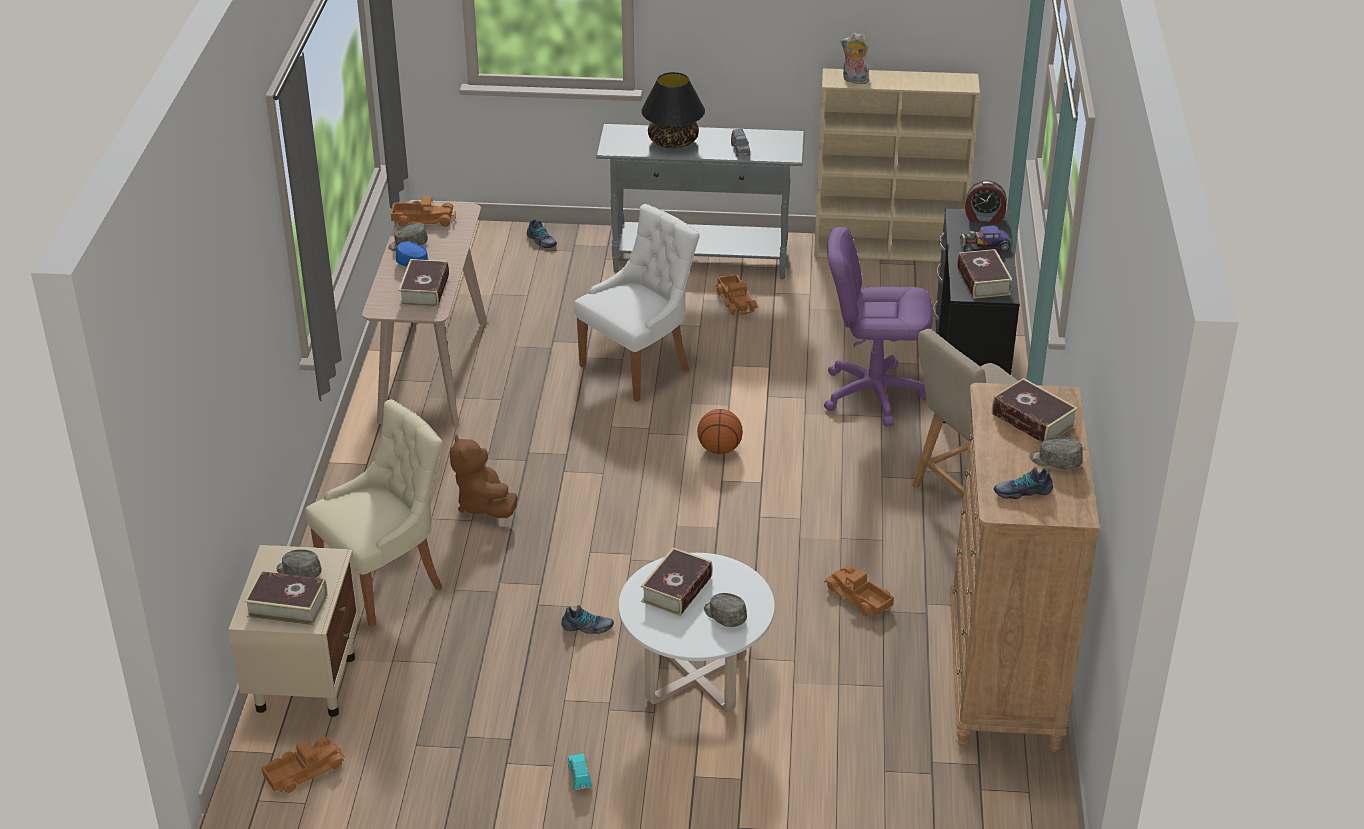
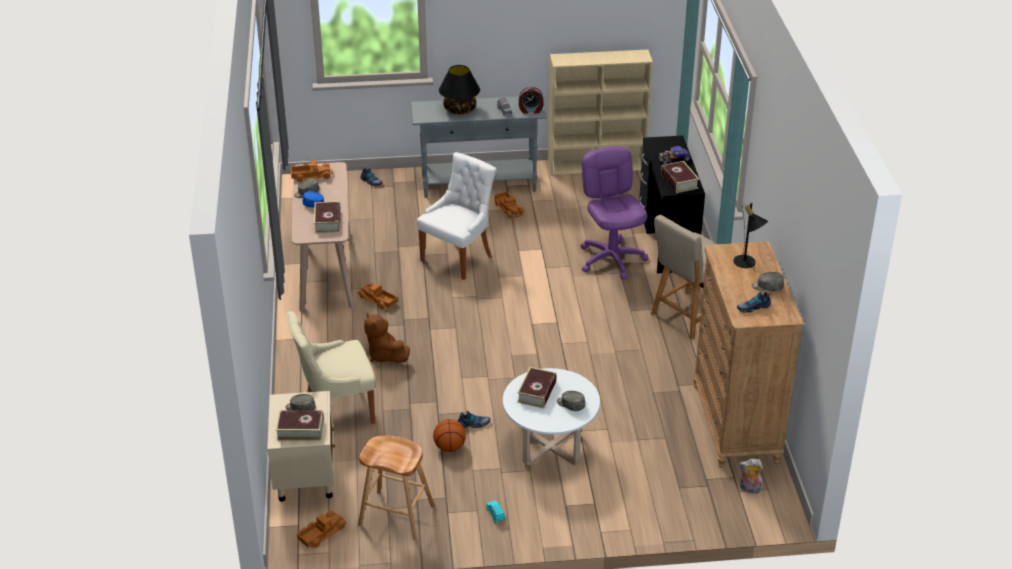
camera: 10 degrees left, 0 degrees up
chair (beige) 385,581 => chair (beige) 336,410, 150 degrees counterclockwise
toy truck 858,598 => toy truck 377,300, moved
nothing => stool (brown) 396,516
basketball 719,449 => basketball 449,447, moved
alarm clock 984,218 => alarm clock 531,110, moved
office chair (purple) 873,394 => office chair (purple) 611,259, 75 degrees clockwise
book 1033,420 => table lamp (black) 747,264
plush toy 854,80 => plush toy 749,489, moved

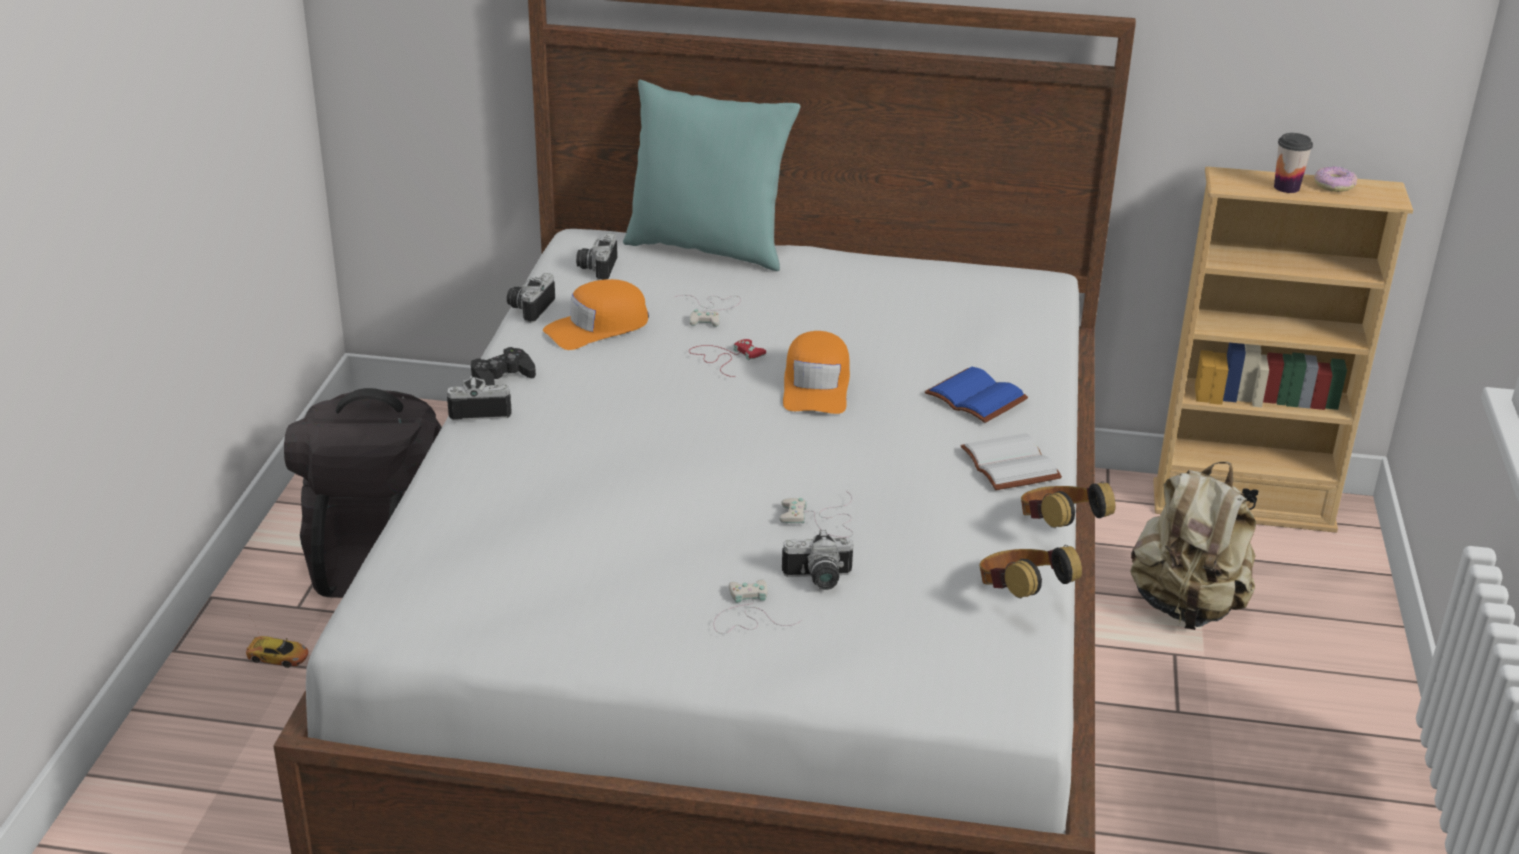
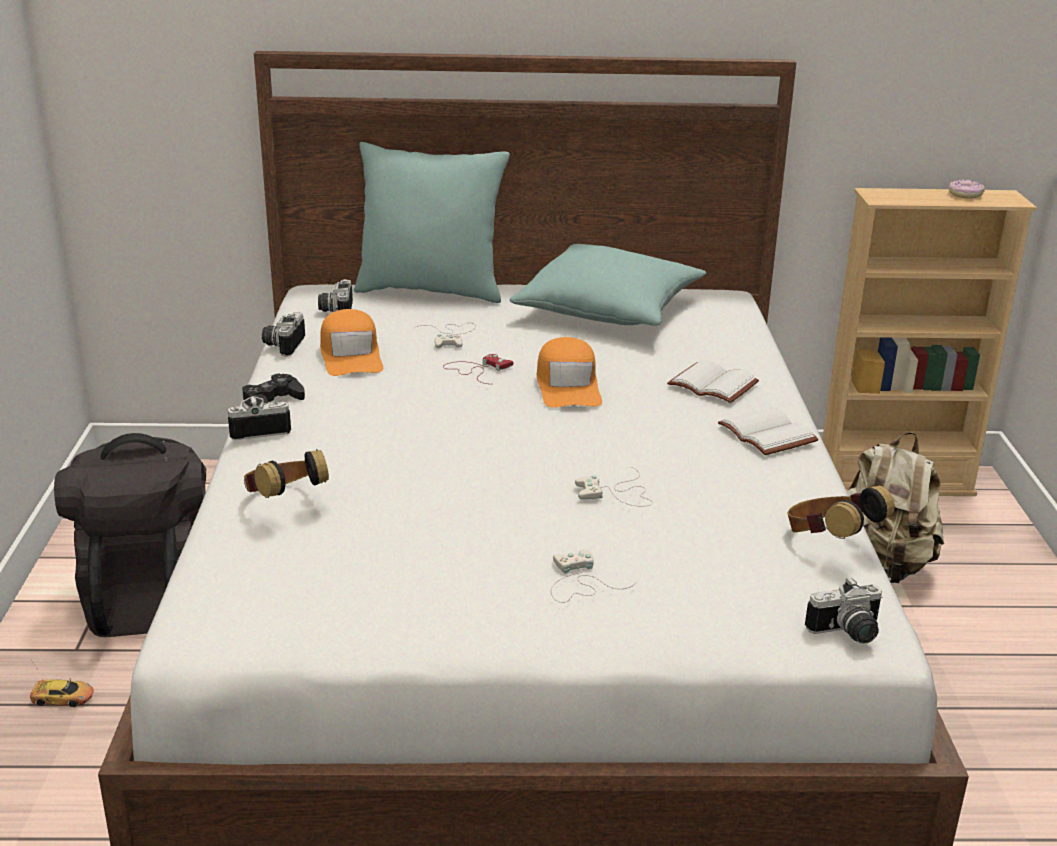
camera: 10 degrees left, 5 degrees down
headphones 1059,529 => headphones 285,503, moved
cap (orange) 597,327 => cap (orange) 351,355, 60 degrees counterclockwise
nothing => pillow (turquoise) 609,310
book (blue) 973,398 => book (white) 710,385
photo camera 818,580 => photo camera 848,633, moved
cup 1286,187 => nothing

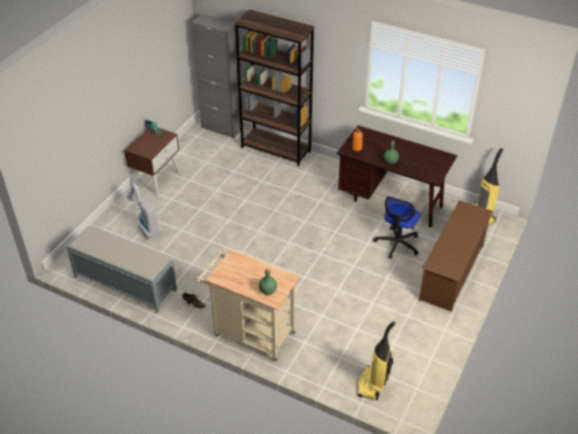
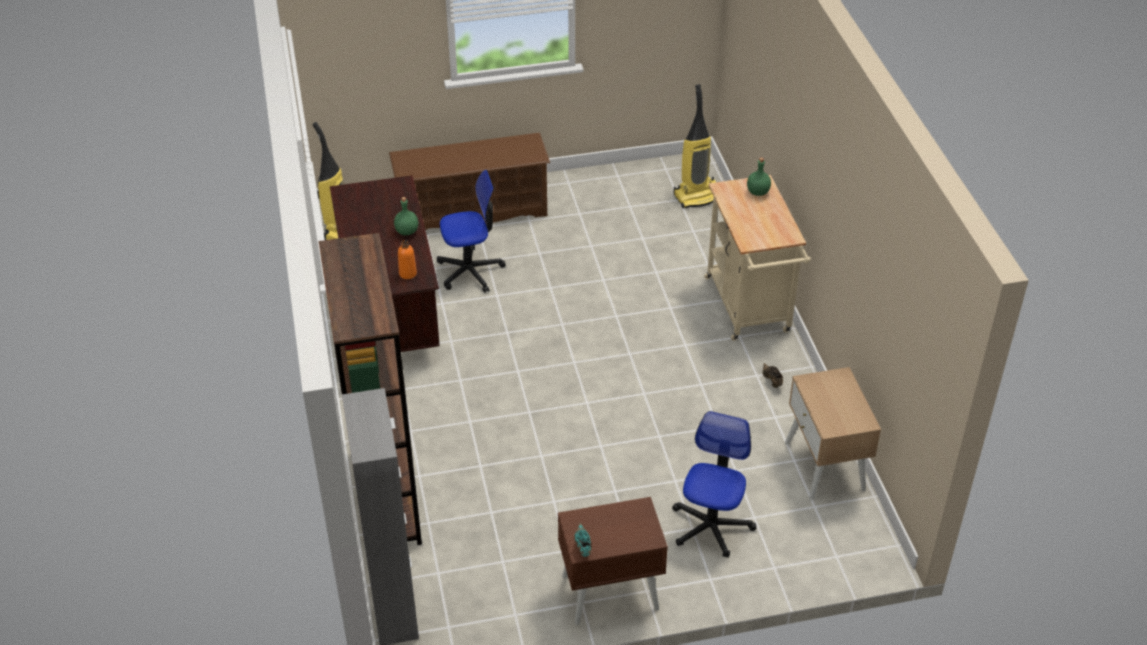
camera: 130 degrees left, 0 degrees up
vacuum cleaner 146,225 => office chair 711,526
bench (grey) 124,283 => nightstand (beige) 825,466

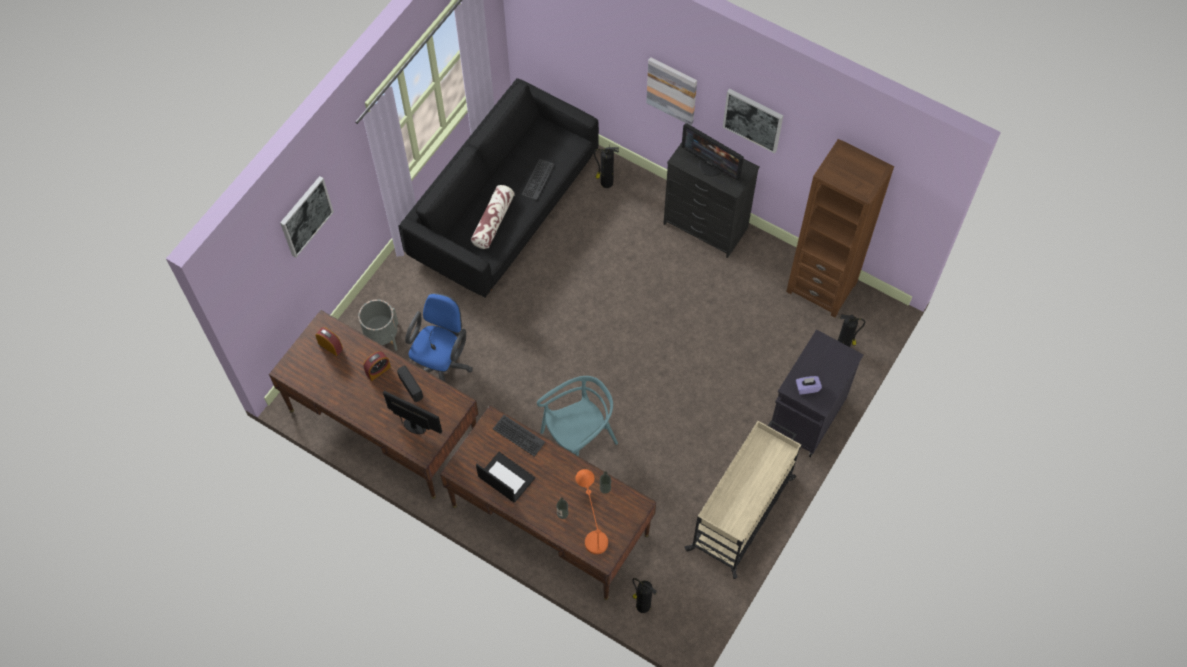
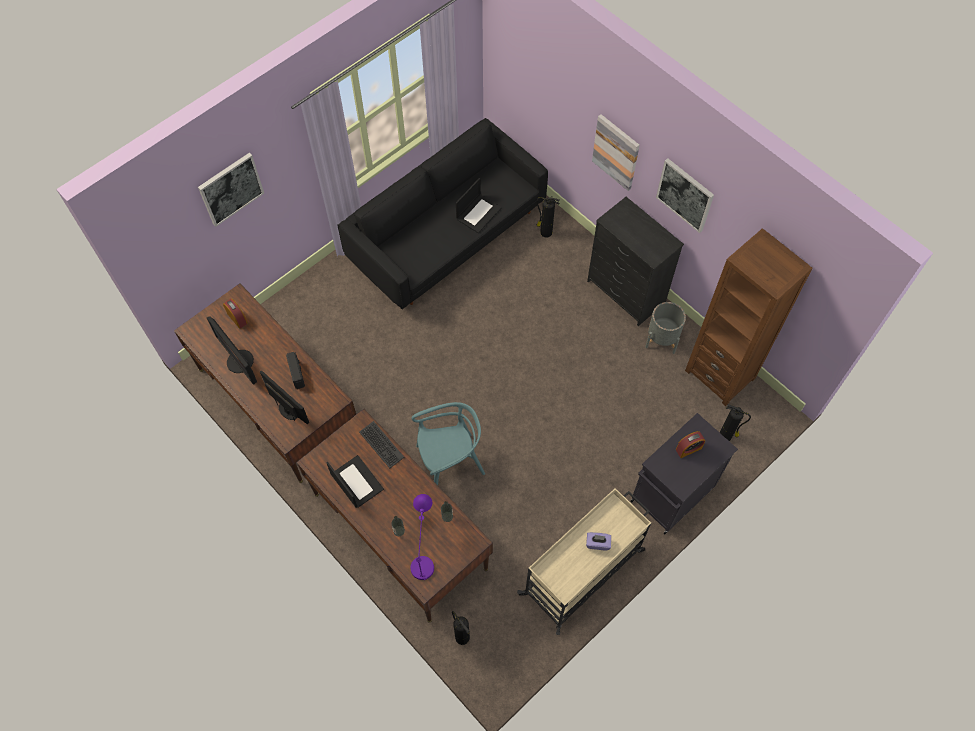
camera: 15 degrees right, 0 degrees up
monitor 711,165 => monitor 239,362, moved
table lamp (orange) 591,523 => table lamp (purple) 423,547
keyboard 537,179 => laptop 478,213
tissue box (purple) 807,388 => tissue box (purple) 597,543, moved
planter (grey) 382,336 => planter (grey) 662,338, moved
alarm clock 378,370 => alarm clock 688,449, moved
office chair (blue) 442,365 => nothing
pillow 493,221 => nothing

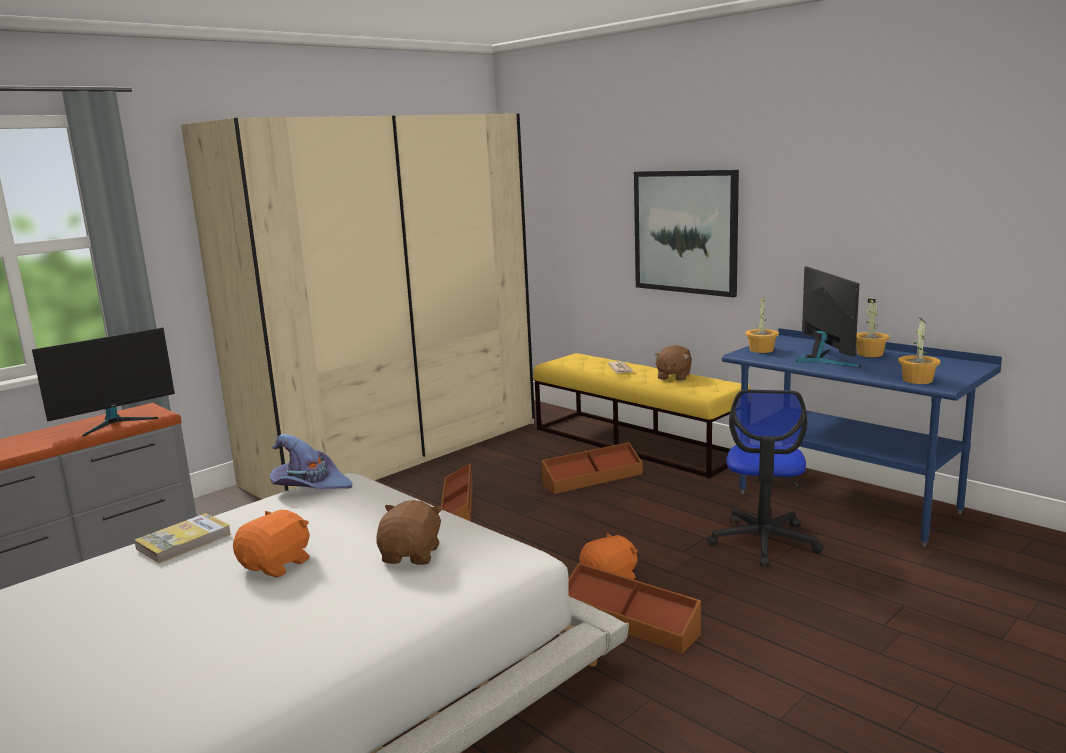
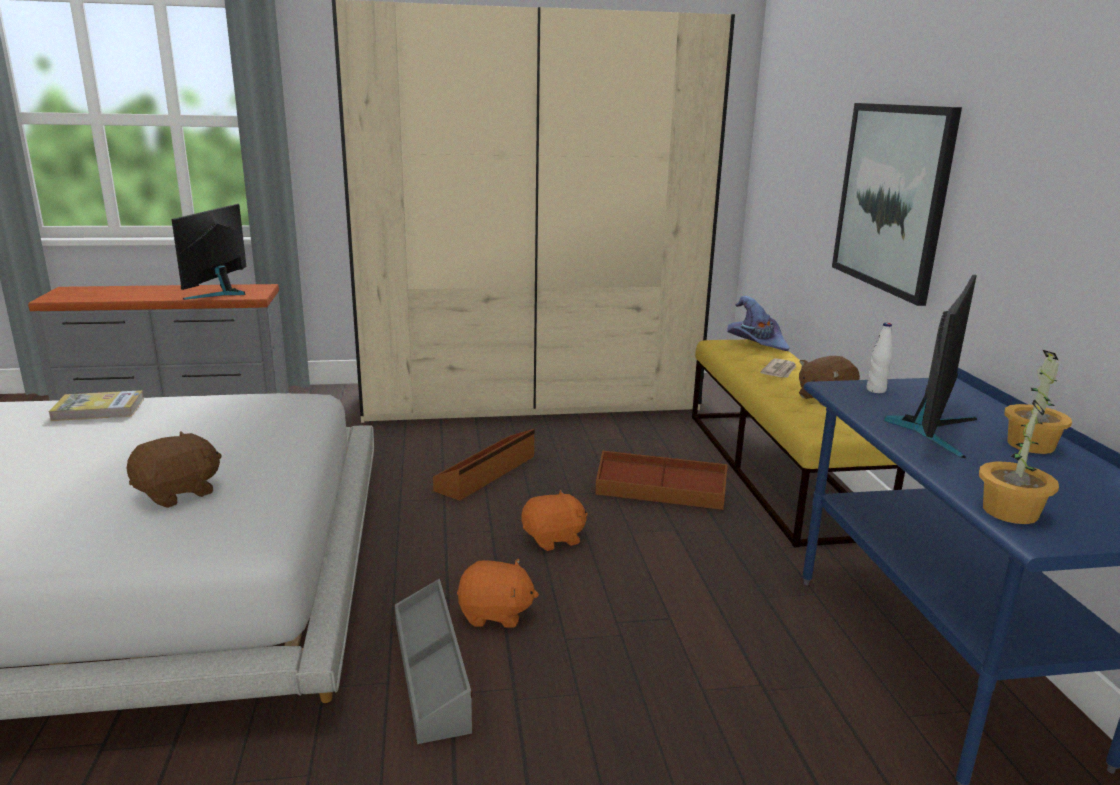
camera: 35 degrees right, 5 degrees up
monitor 116,422 => monitor 220,293, 105 degrees clockwise
storage box (brown) 628,621 => storage box (grey) 433,672
plush toy (orange) 277,565 => plush toy (orange) 554,539, moved
hat (purple) 310,485 => hat (purple) 756,342, moved
potted plant 762,350 => bottle (white) 876,390
office chair 763,542 => nothing

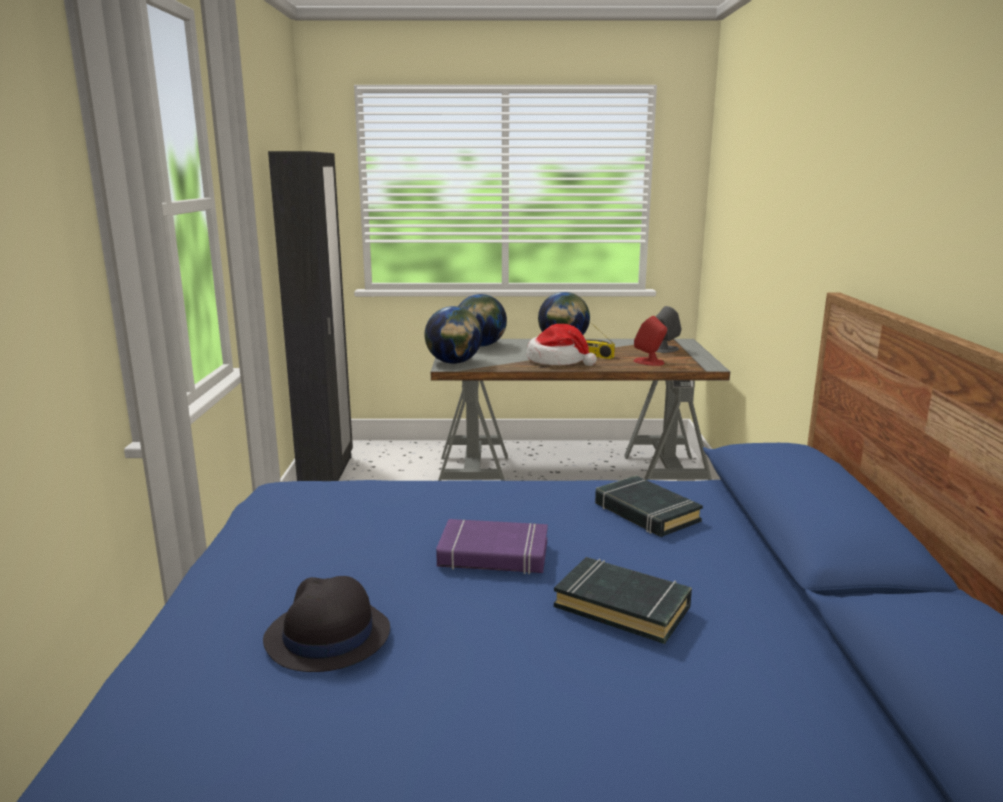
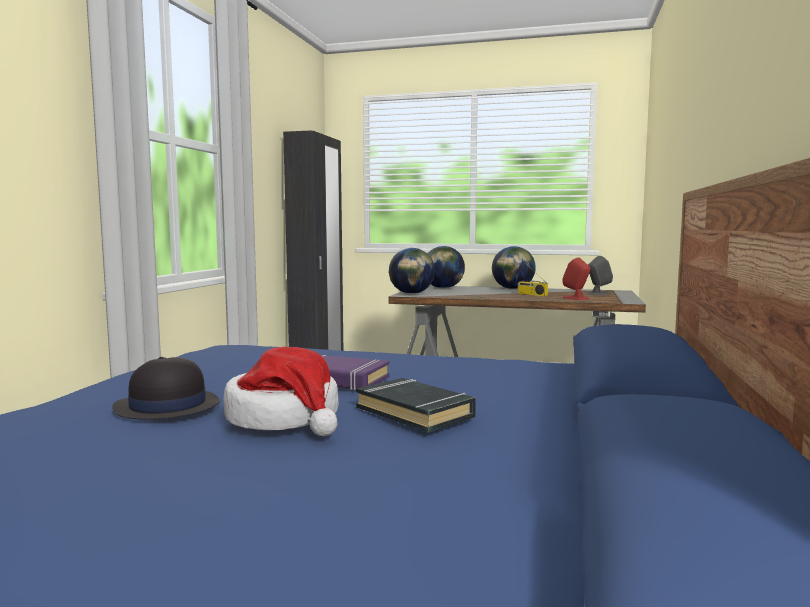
camera: 15 degrees right, 10 degrees down
hat 558,361 => hat 285,418, moved
book (black) 645,513 => nothing

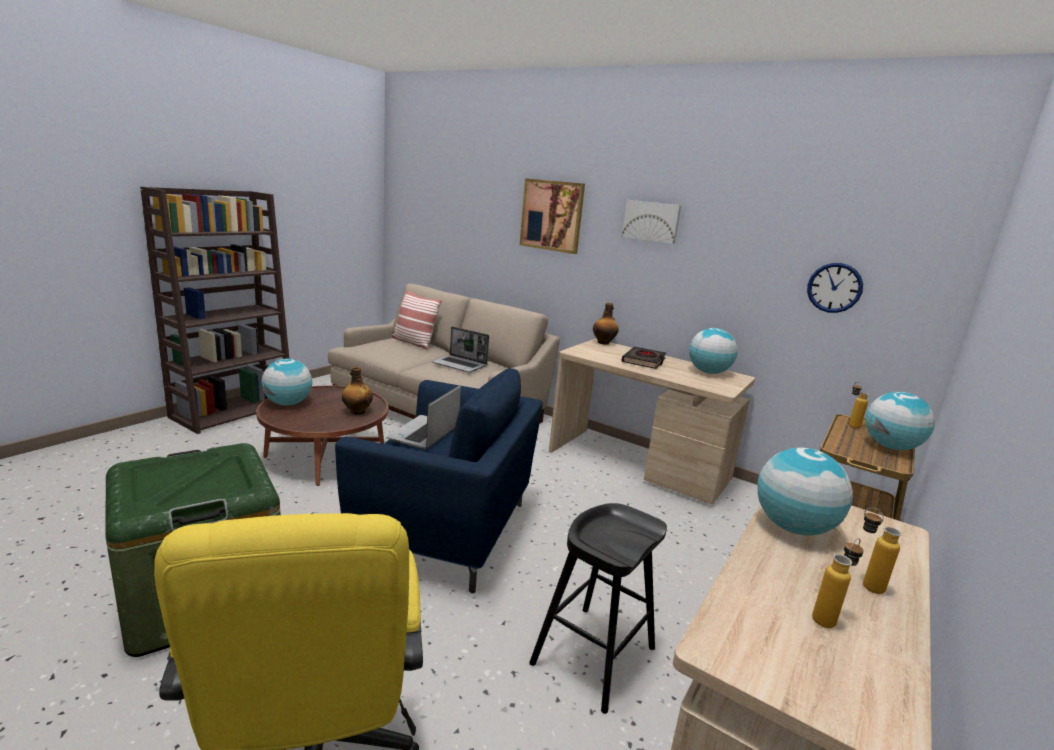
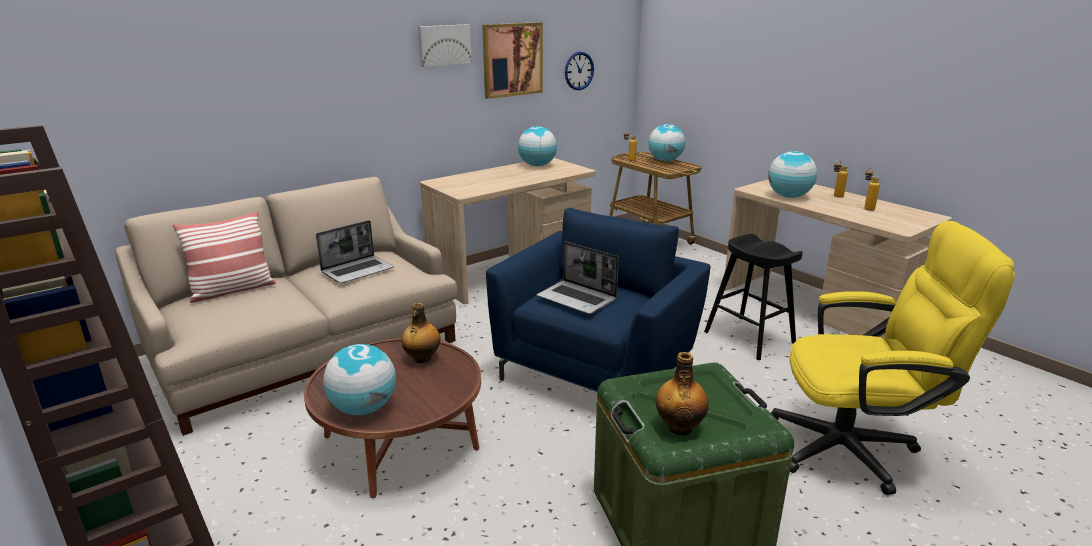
camera: 70 degrees left, 5 degrees up
picture 552,215 => picture 512,59, moved
bottle 604,343 => bottle 680,427, moved
book (black) 644,361 => nothing

